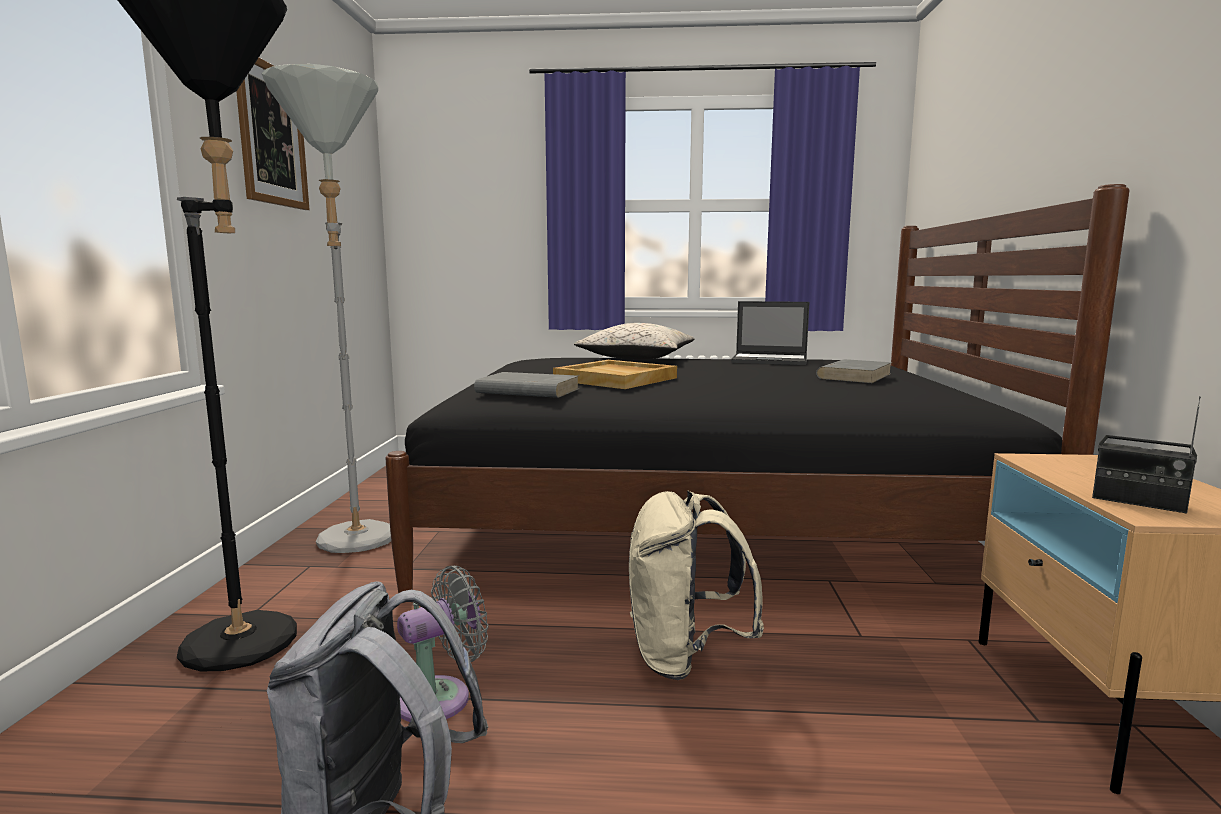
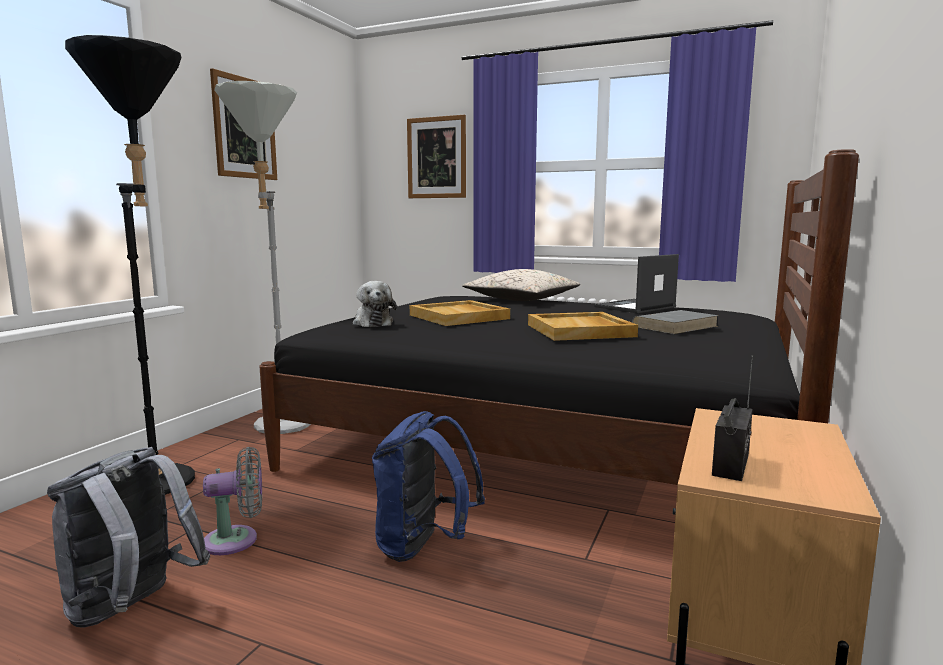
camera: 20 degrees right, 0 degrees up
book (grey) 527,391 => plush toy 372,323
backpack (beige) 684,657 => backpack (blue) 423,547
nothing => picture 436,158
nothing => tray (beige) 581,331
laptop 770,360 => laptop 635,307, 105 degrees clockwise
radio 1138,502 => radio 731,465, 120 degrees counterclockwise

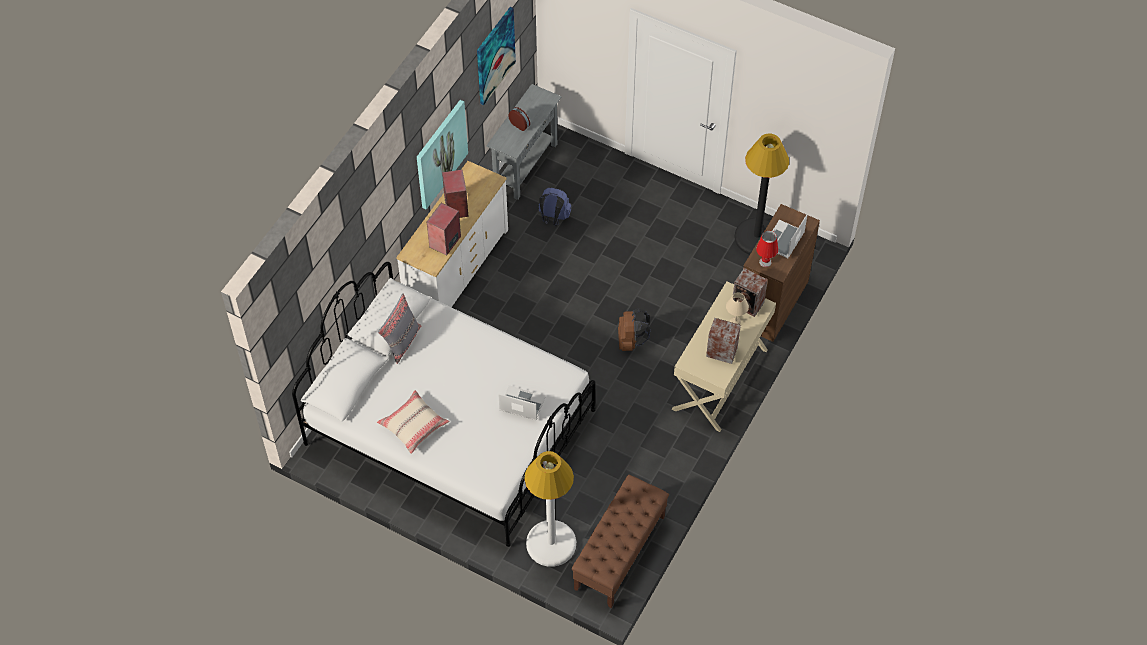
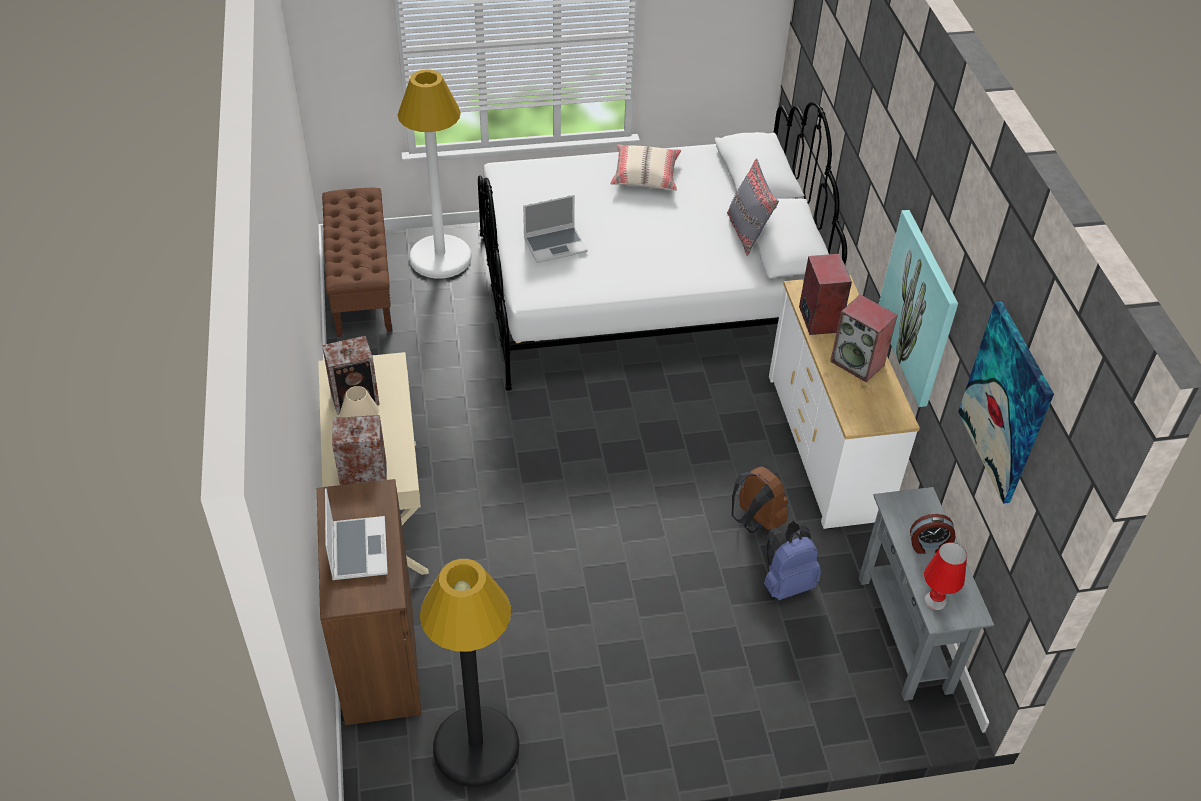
camera: 140 degrees right, 10 degrees down
backpack (brown) 631,341 => backpack (brown) 755,521, moved
table lamp (red) 765,262 => table lamp (red) 935,600, moved

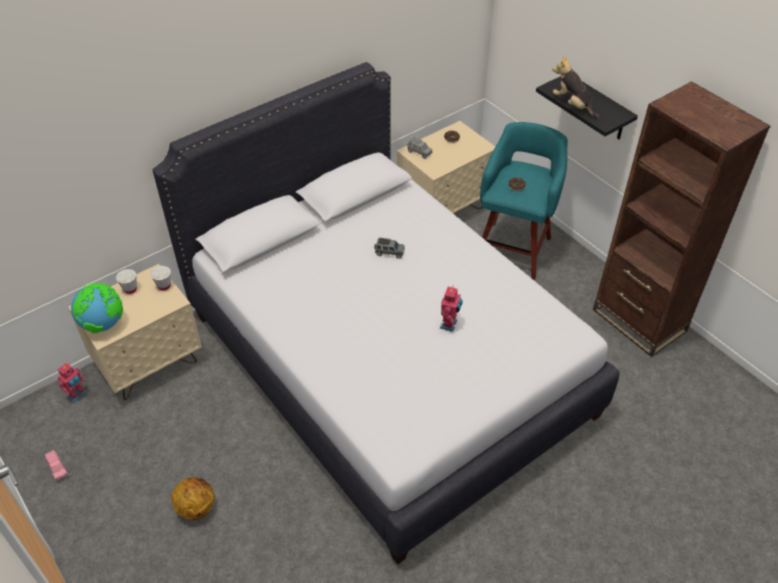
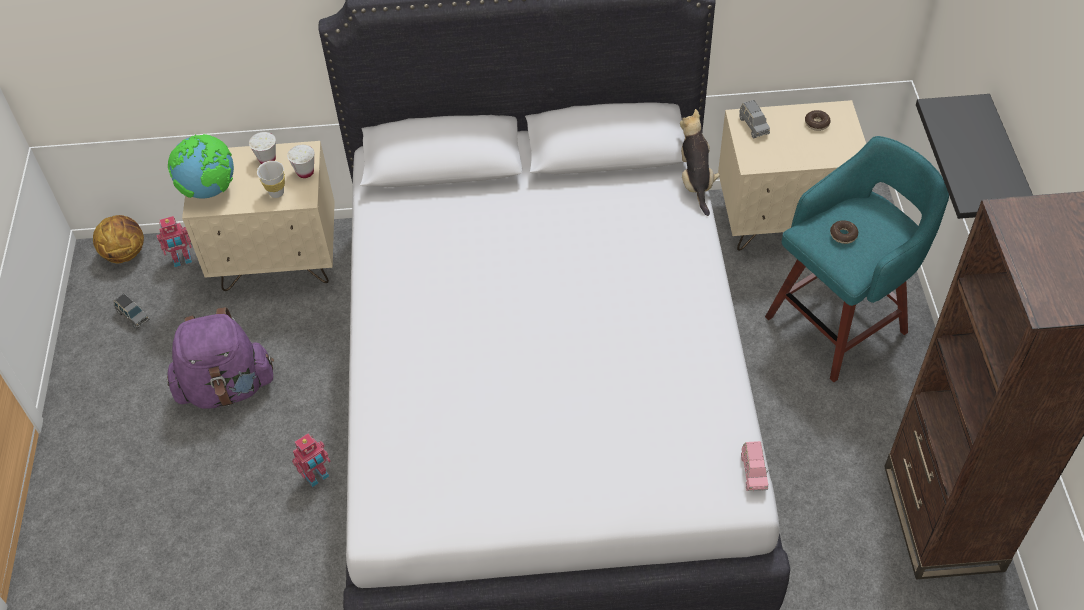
camera: 35 degrees right, 5 degrees up
basketball 196,507 => basketball 125,253, moved
toy car (grey) 389,253 => toy car (grey) 133,316, moved
nothing => backpack (purple) 227,387
nothing => cup (white) 276,193
toy robot 449,324 => toy robot 317,477, moved
plush toy 573,105 => plush toy 695,181, moved
toy car (pink) 58,469 => toy car (pink) 753,472, moved

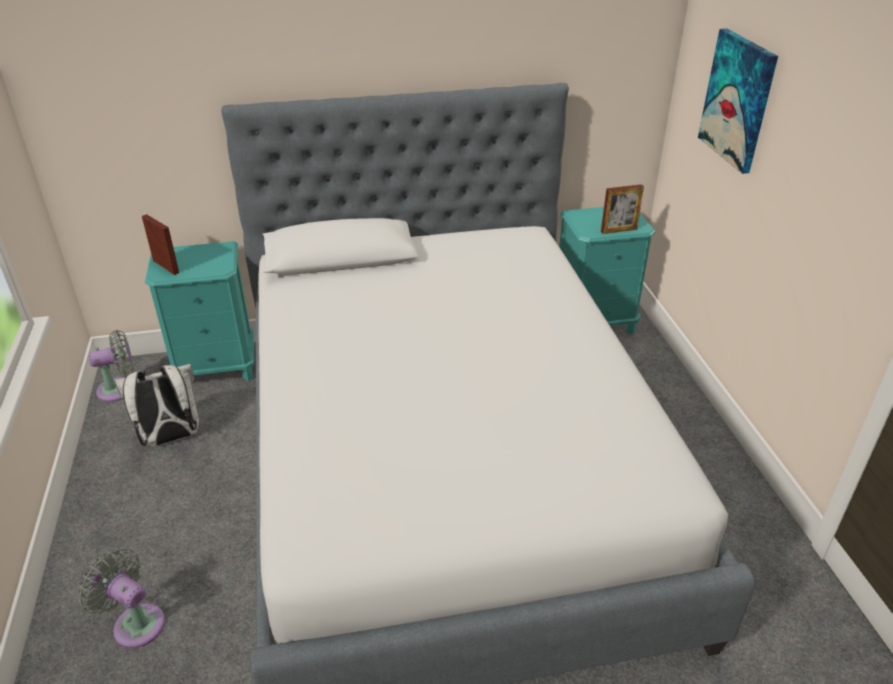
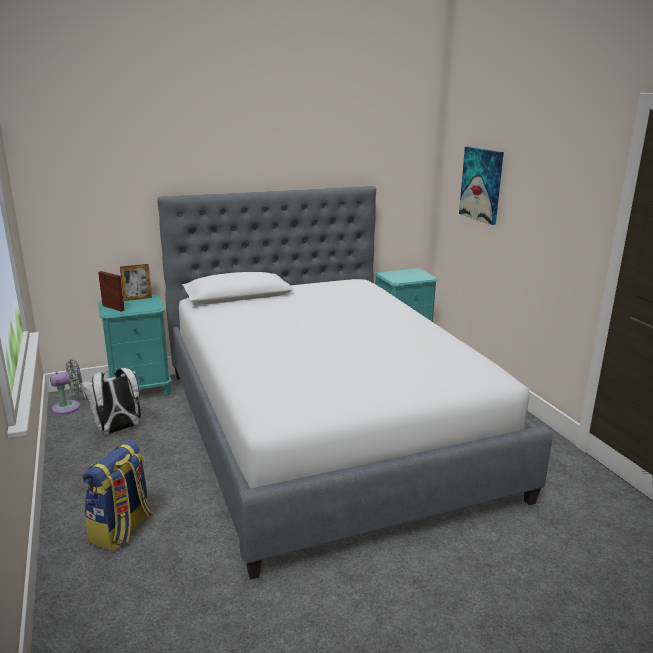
camera: 10 degrees left, 15 degrees down
fan (grey) 135,623 => backpack 122,530
picture frame 618,230 => picture frame 137,298, moved

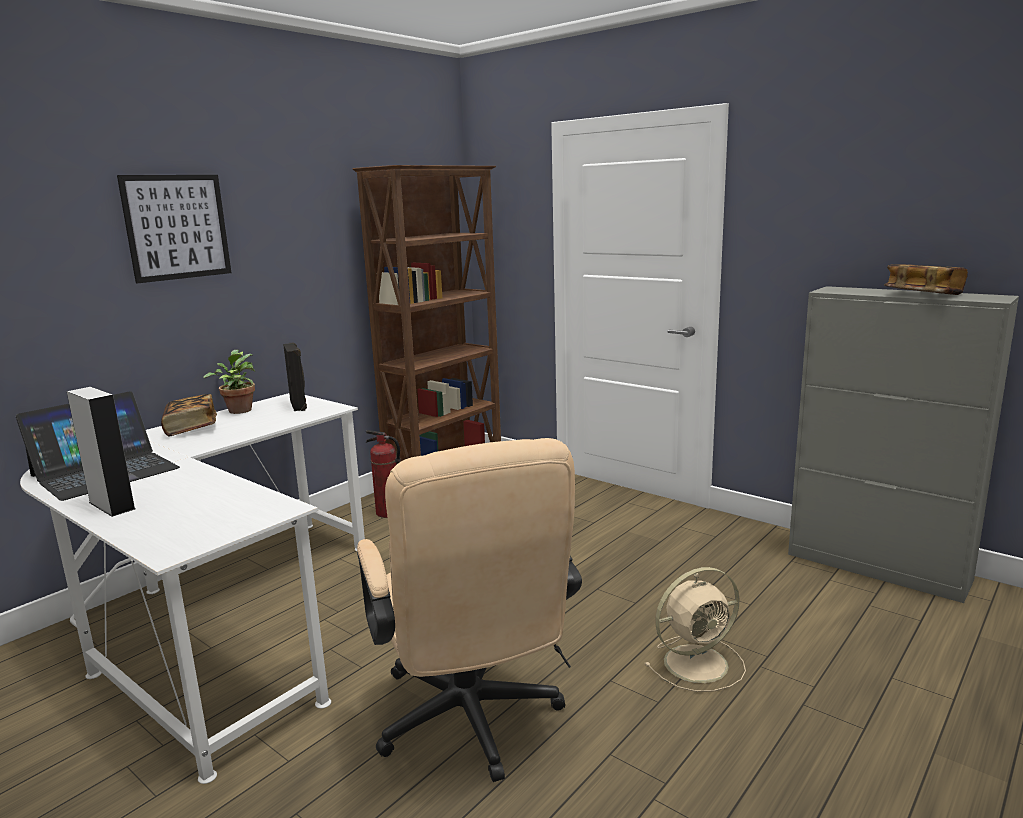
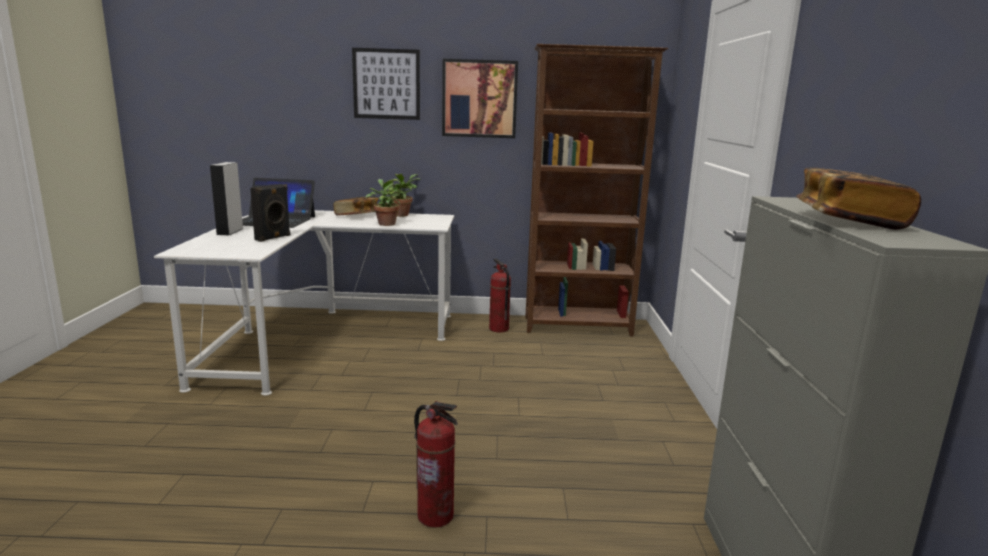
camera: 50 degrees right, 0 degrees up
speaker (black) 299,405 => speaker (black) 273,238, moved
nothing => potted plant 385,224
fan (beige) 698,663 => fire extinguisher 436,515
nothing => picture 479,99
office chair (beige) 472,724 => nothing

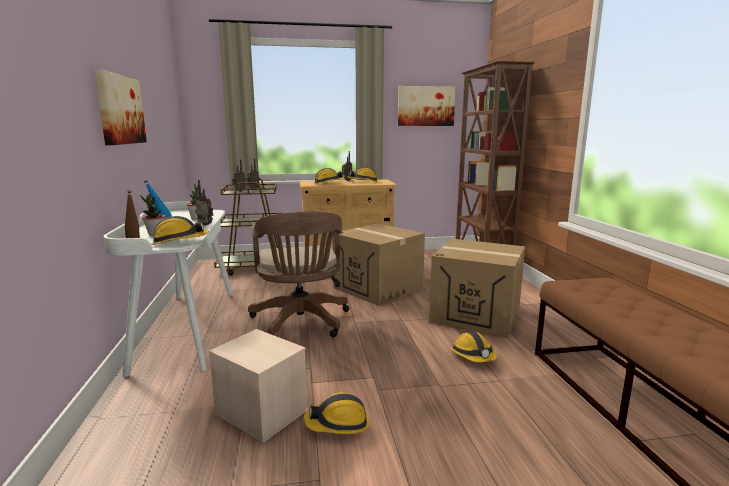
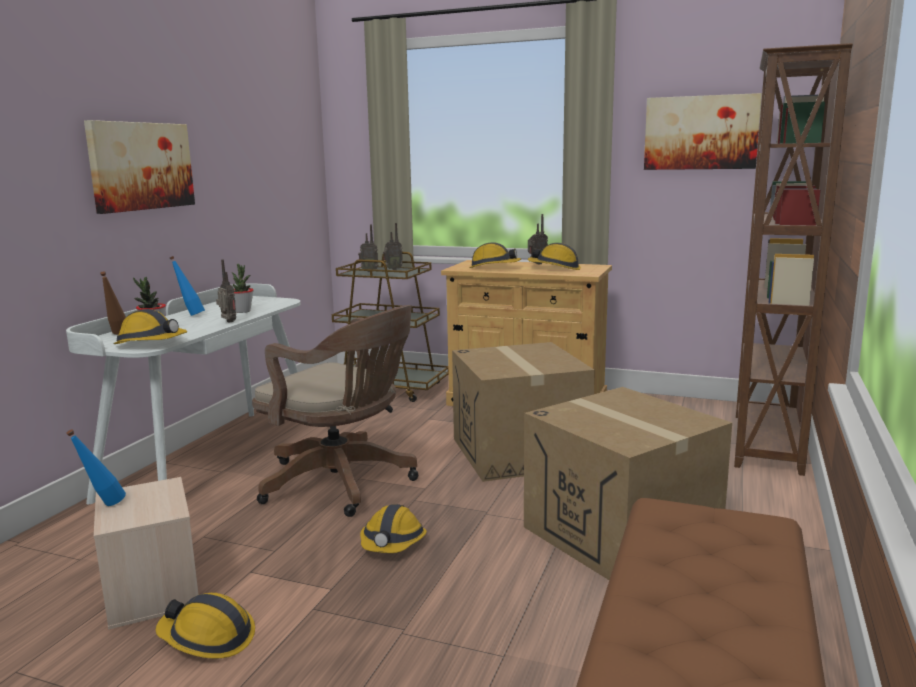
camera: 30 degrees right, 0 degrees up
nothing => bottle (blue) 103,506
office chair (brown) 301,323 => office chair (brown) 343,483, 75 degrees counterclockwise
hard hat 473,356 => hard hat 393,543, moved

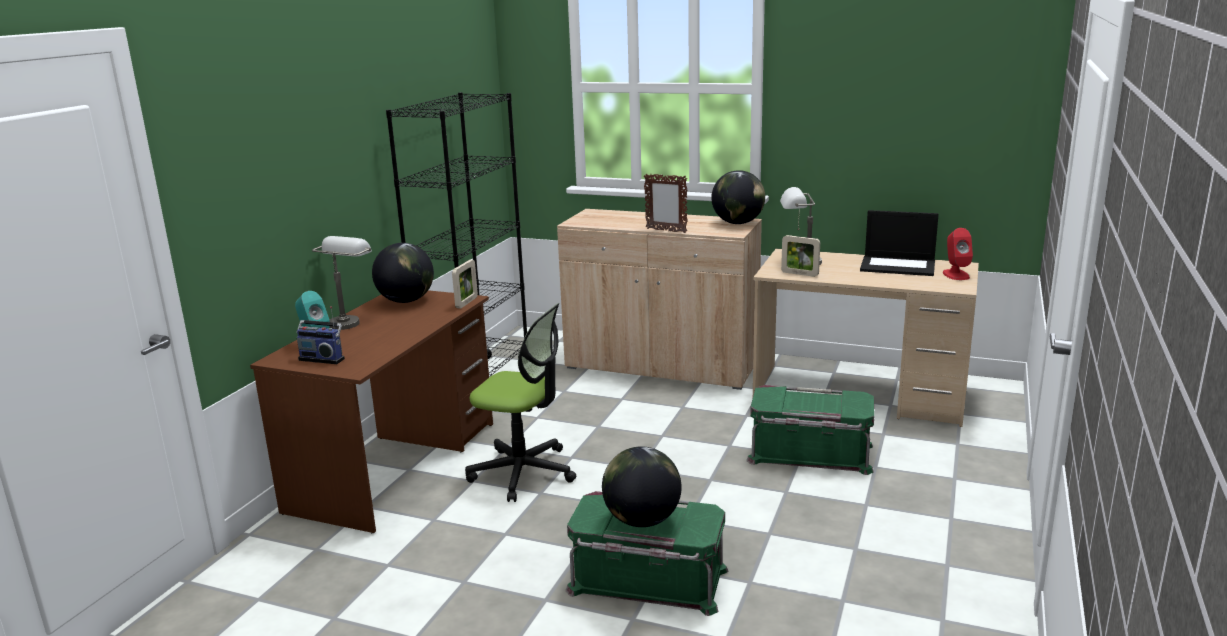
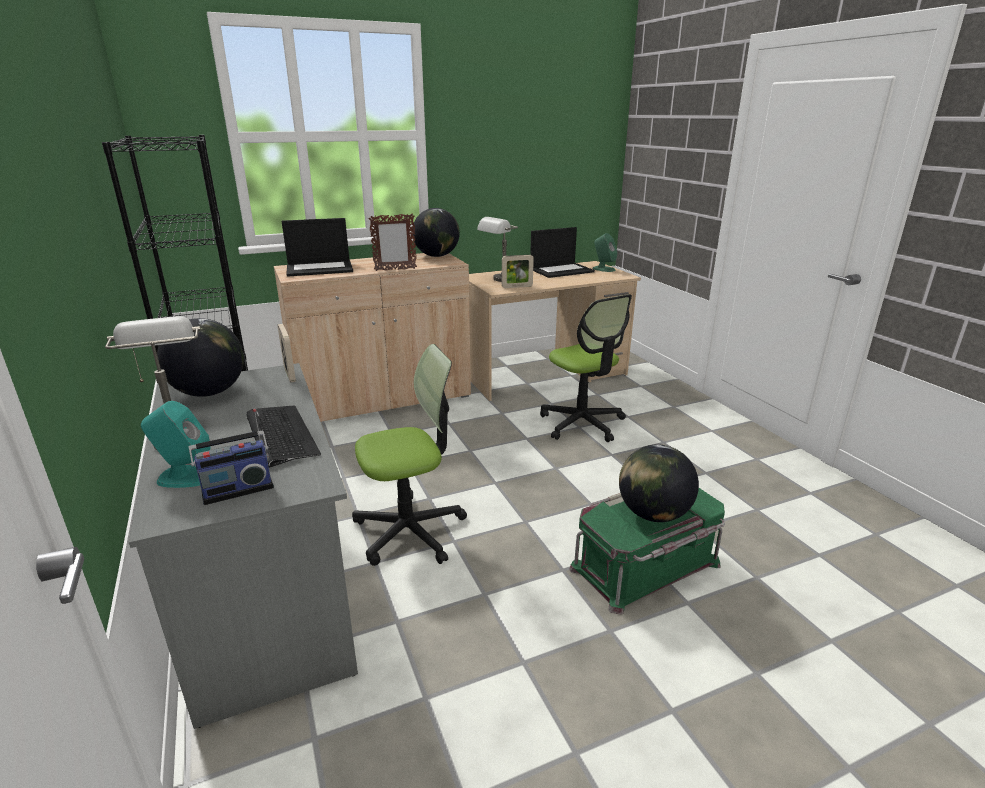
camera: 45 degrees left, 5 degrees up
desk (brown) 395,466 => desk (grey) 267,590
nothing => keyboard 280,435
nothing => laptop 320,268
storage box (green) 810,454 => office chair 582,423
speaker (red) 956,275 => speaker (green) 603,269

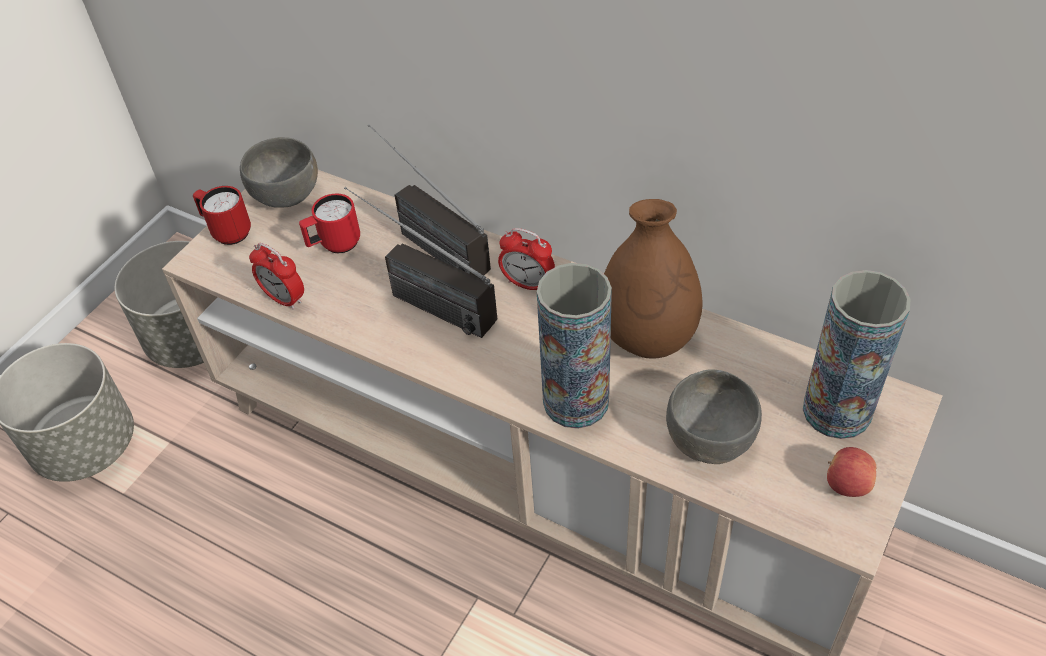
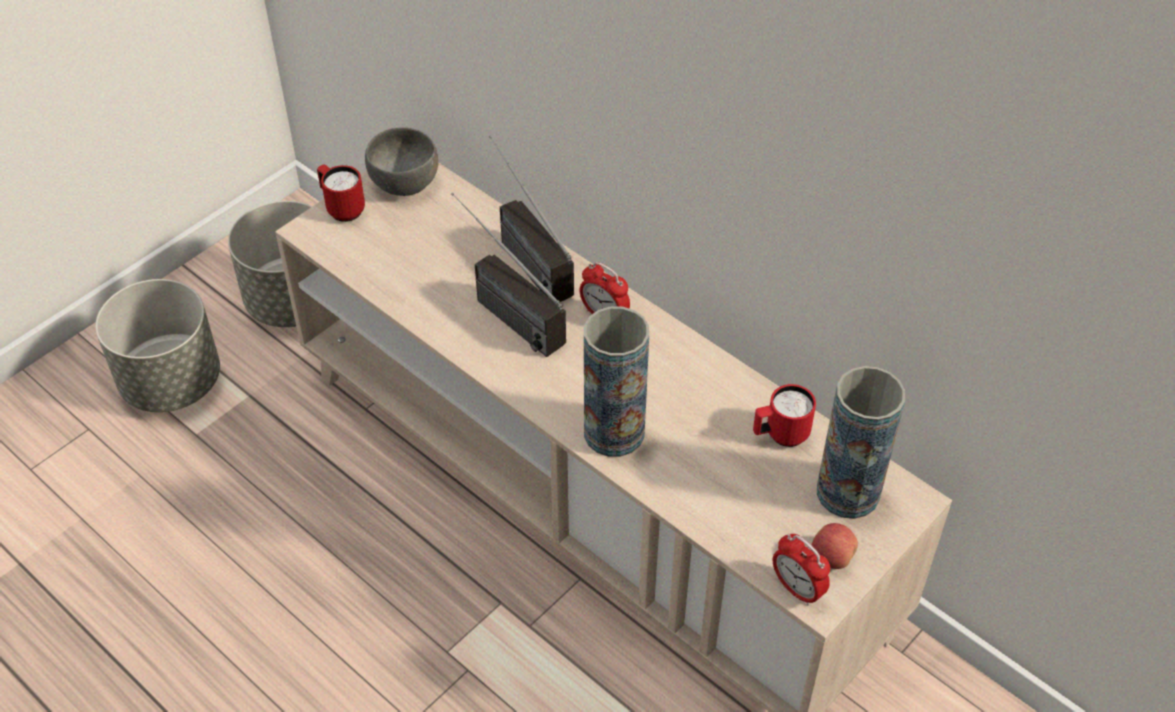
camera: 10 degrees right, 0 degrees up
mug (red) 334,245 => mug (red) 780,435, moved
alarm clock 284,299 => alarm clock 797,589, moved
vase (brown) 647,338 => nothing
bowl (grey) 710,437 => nothing

